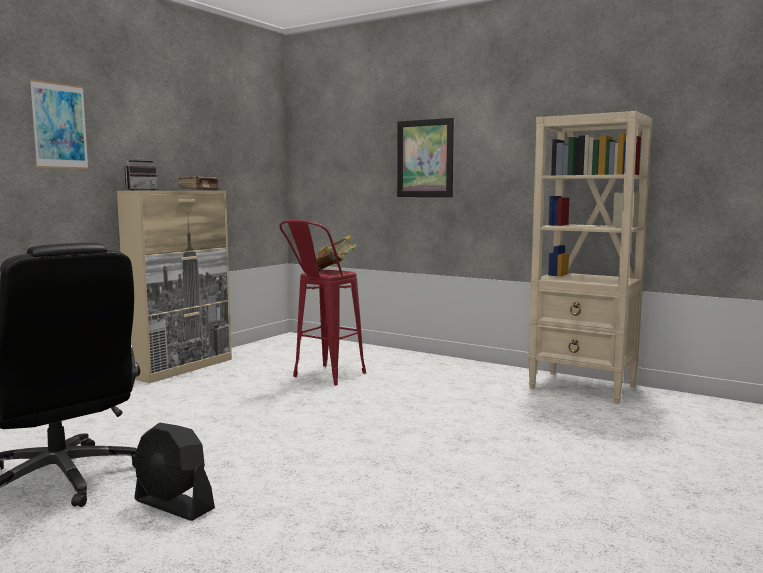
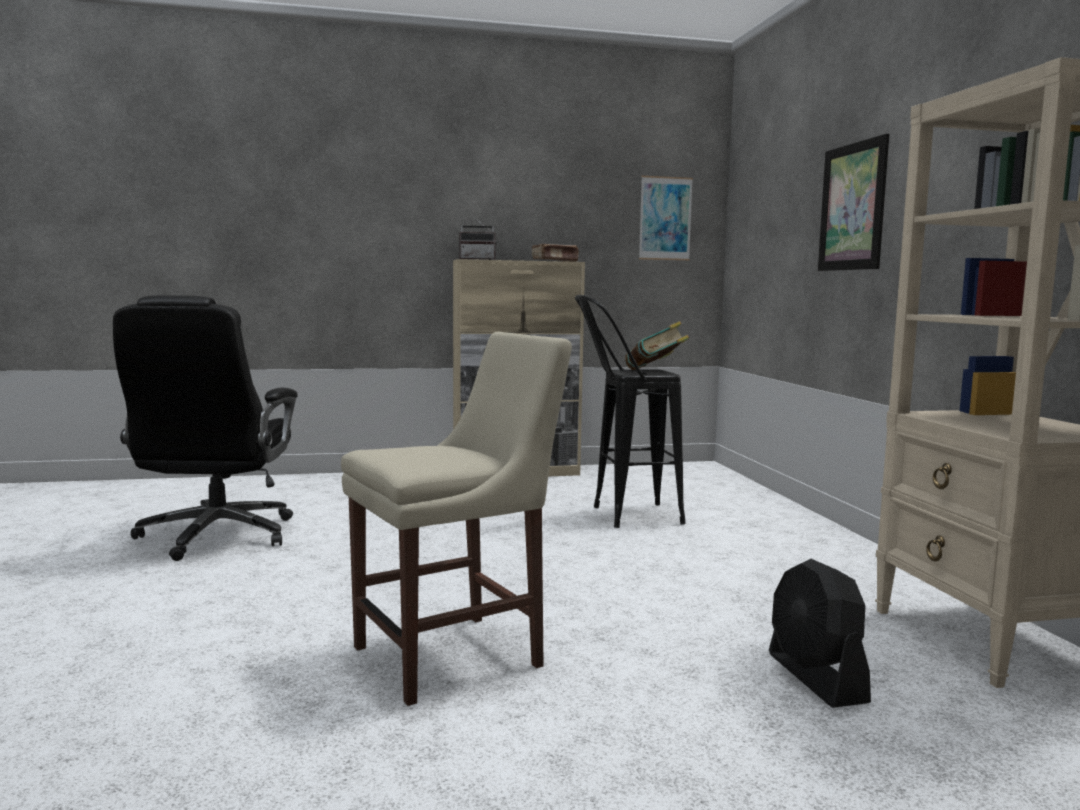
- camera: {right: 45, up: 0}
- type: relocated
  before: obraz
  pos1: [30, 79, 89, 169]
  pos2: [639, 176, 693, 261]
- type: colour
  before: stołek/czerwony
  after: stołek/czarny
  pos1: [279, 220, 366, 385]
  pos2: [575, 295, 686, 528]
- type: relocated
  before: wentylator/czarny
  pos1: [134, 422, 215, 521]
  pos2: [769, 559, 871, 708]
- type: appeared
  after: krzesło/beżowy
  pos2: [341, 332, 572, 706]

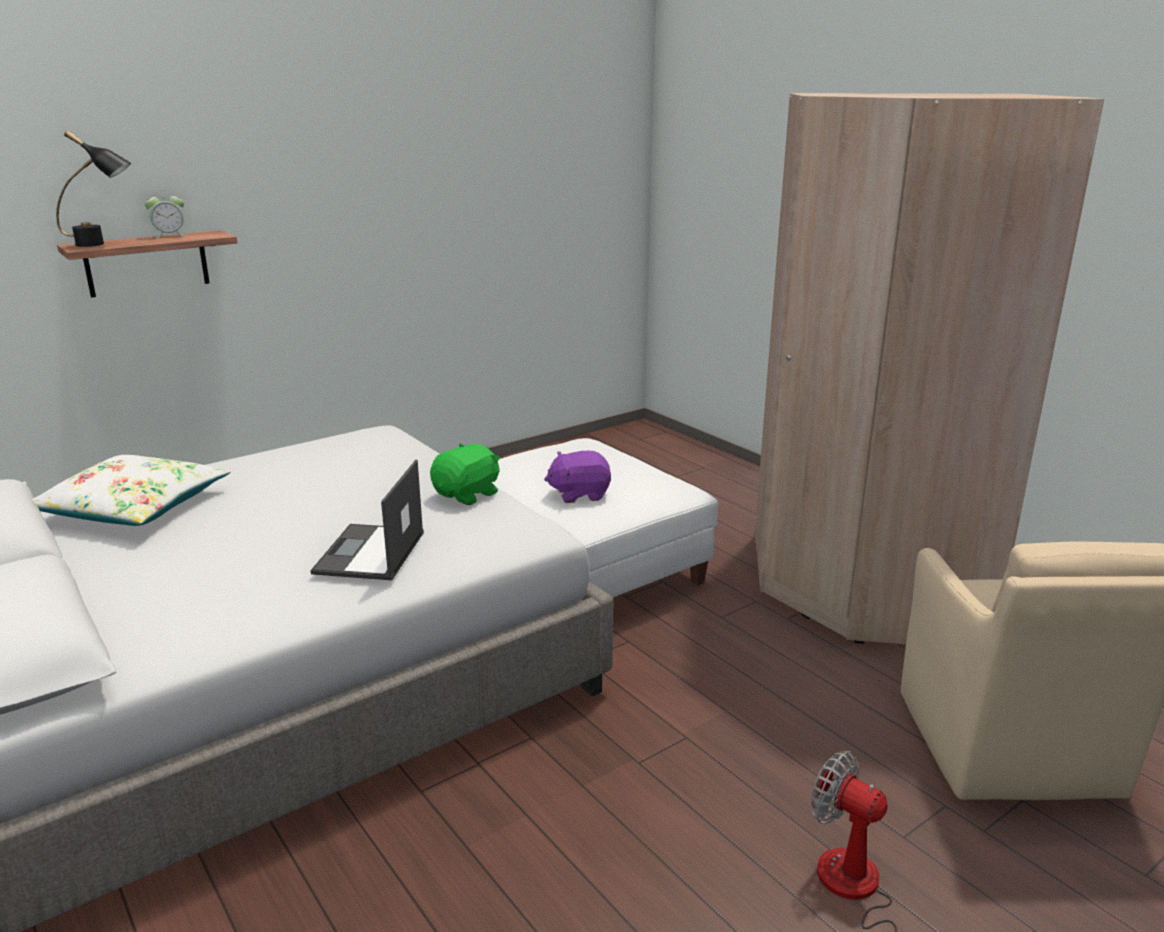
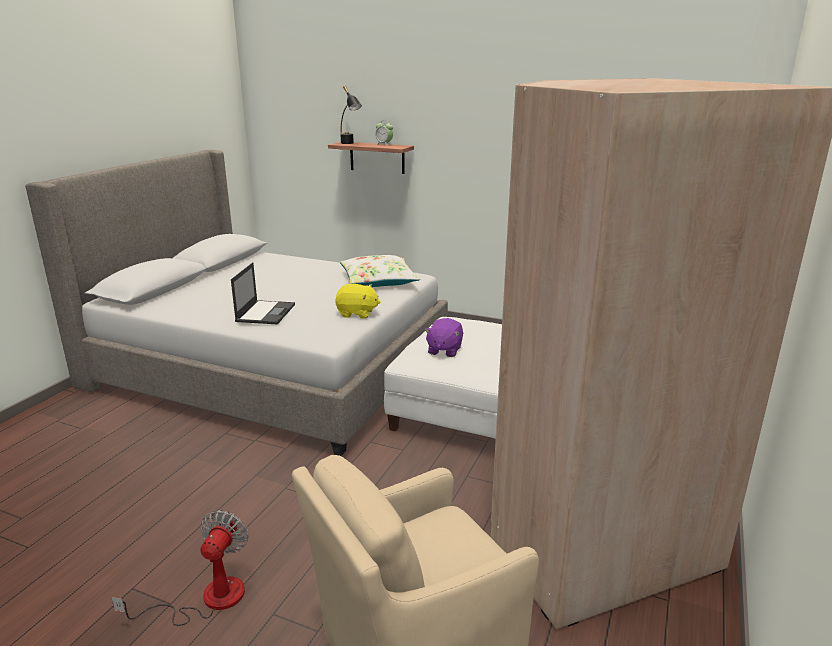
- camera: {right: 60, up: 0}
- type: colour
  before: pluszak/zielony
  after: pluszak/żółty
  pos1: [430, 444, 500, 505]
  pos2: [335, 284, 381, 318]
- type: spun
  before: pluszak/fioletowy
  pos1: [544, 451, 611, 503]
  pos2: [424, 318, 463, 357]
  turn: -120
- type: relocated
  before: poduszka/biały
  pos1: [32, 455, 230, 526]
  pos2: [340, 255, 420, 287]
- type: spun
  before: laptop
  pos1: [310, 459, 424, 580]
  pos2: [231, 262, 295, 325]
  turn: 120

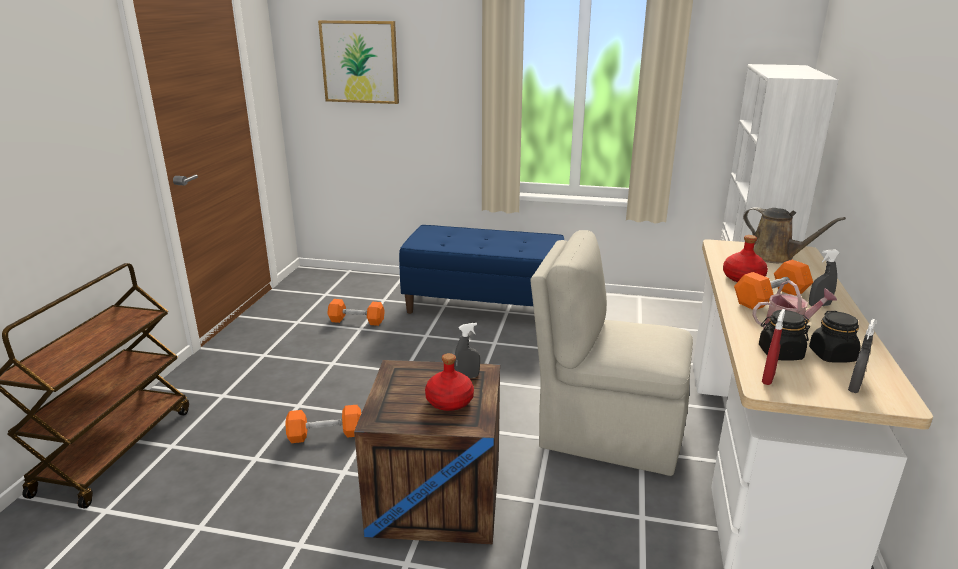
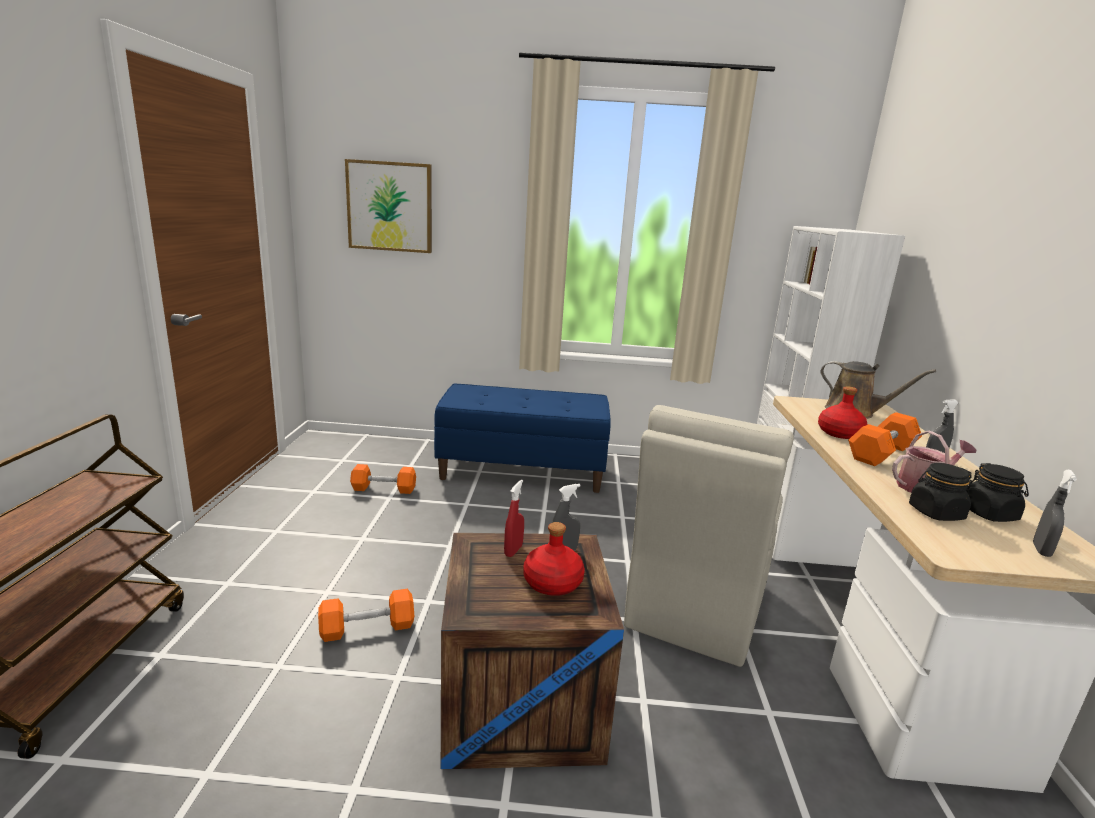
- camera: {right: -10, up: -5}
- type: spun
  before: krzesło/beżowy
  pos1: [530, 230, 693, 476]
  pos2: [624, 405, 794, 667]
  turn: -75
- type: relocated
  before: spryskiwacz/czerwony
  pos1: [762, 309, 785, 385]
  pos2: [504, 480, 524, 557]

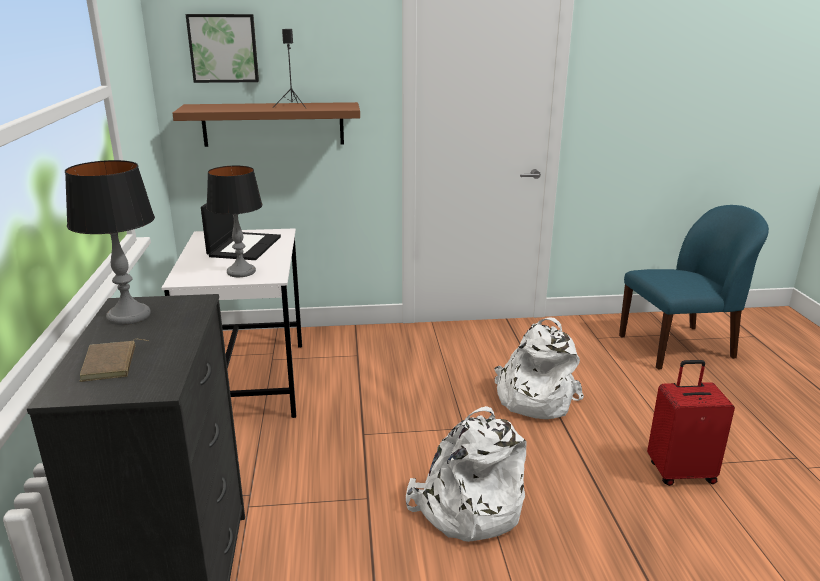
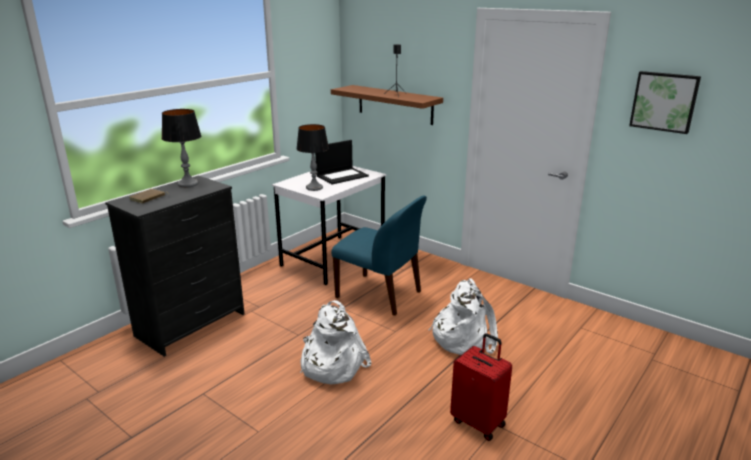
- camera: {right: 45, up: 0}
- type: relocated
  before: obraz
  pos1: [186, 14, 259, 83]
  pos2: [629, 71, 701, 134]
- type: relocated
  before: krzesło/niebieski
  pos1: [619, 205, 769, 370]
  pos2: [331, 196, 427, 316]

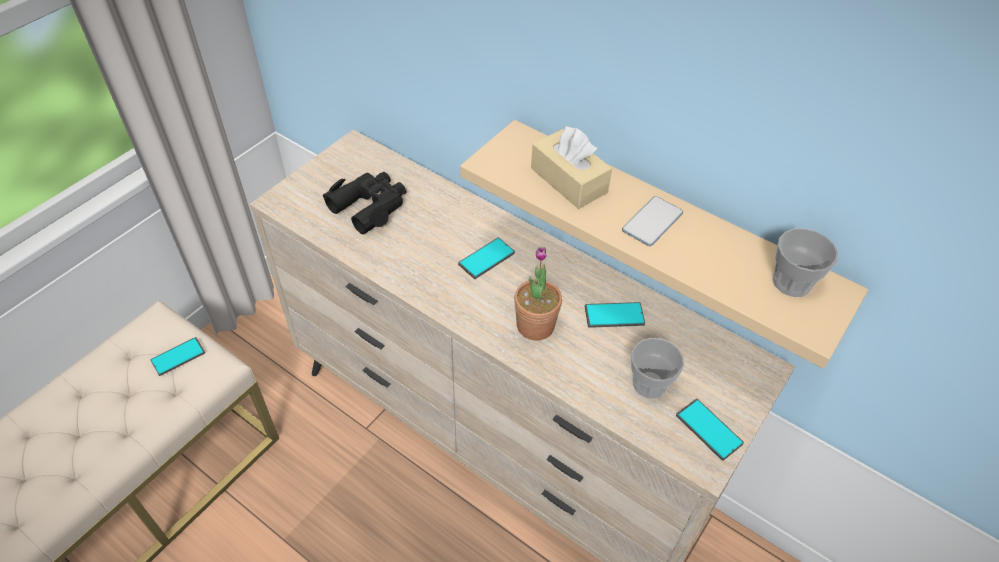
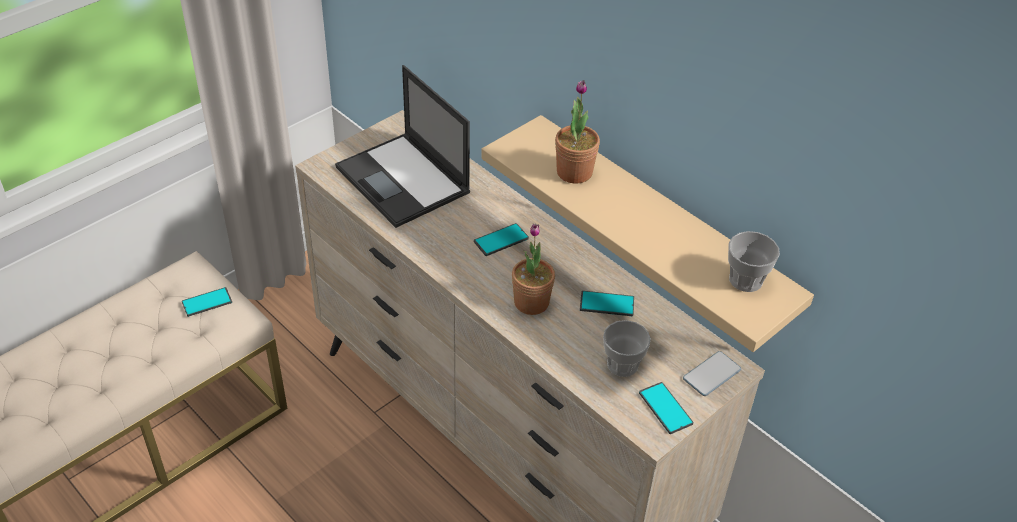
- camera: {right: 10, up: -5}
- type: exchanged
  before: pudełko chusteczek/beżowy
  after: roślina doniczkowa
  pos1: [531, 126, 612, 209]
  pos2: [555, 80, 600, 184]
- type: exchanged
  before: lornetka/czarny
  after: laptop
  pos1: [323, 172, 406, 234]
  pos2: [335, 65, 471, 228]
- type: relocated
  before: telefon
  pos1: [622, 196, 683, 246]
  pos2: [683, 351, 741, 396]

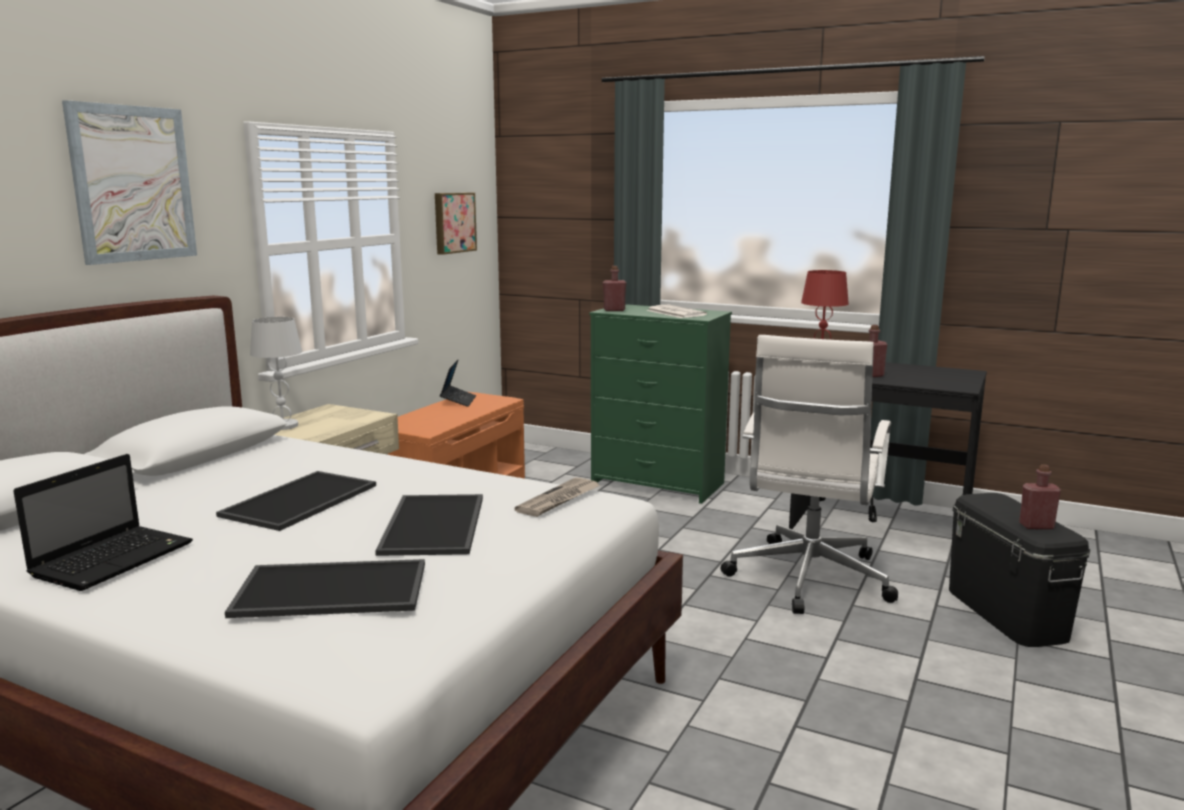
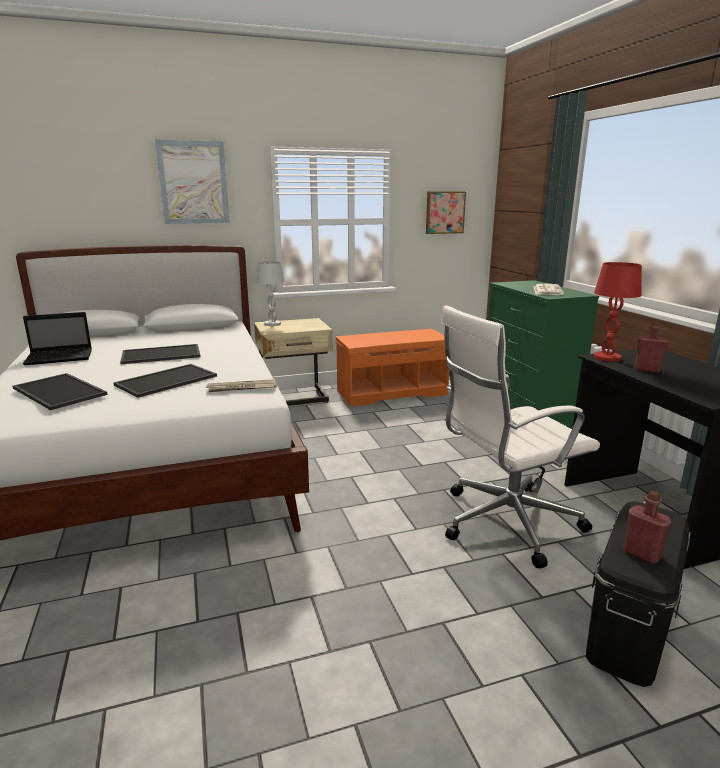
- camera: {right: 45, up: 5}
- type: missing
  before: butelka/czerwony
  pos1: [603, 266, 626, 311]
- type: missing
  before: laptop
  pos1: [440, 359, 476, 407]

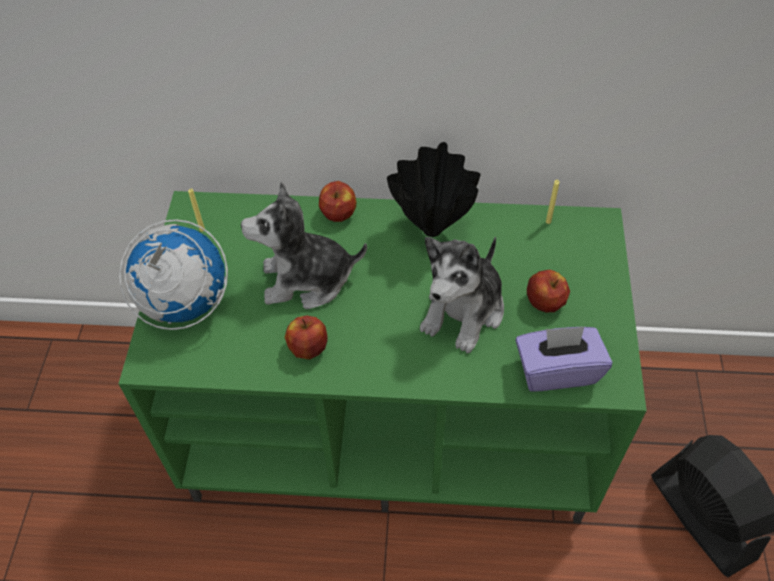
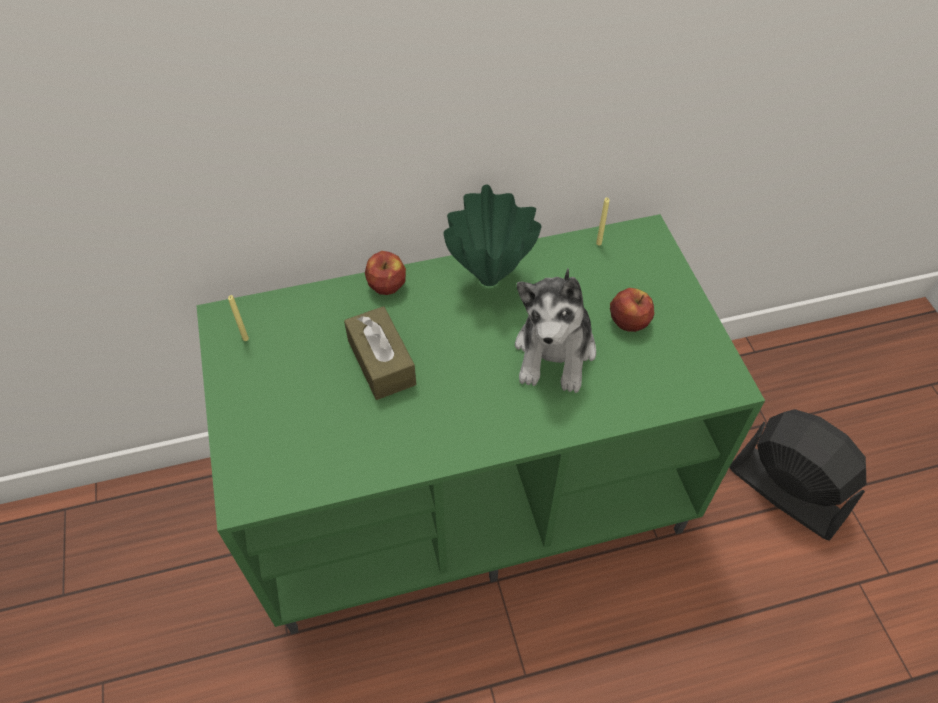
- camera: {right: -20, up: 0}
- type: colour
  before: wazon/czarny
  after: wazon/zielony
  pos1: [387, 142, 481, 237]
  pos2: [443, 184, 541, 286]
- type: exchanged
  before: pluszak
  after: pudełko chusteczek/brązowy
  pos1: [241, 182, 367, 309]
  pos2: [344, 306, 416, 400]
- type: missing
  before: globus
  pos1: [119, 219, 228, 330]
- type: missing
  before: jabłko
  pos1: [285, 315, 328, 360]
- type: missing
  before: pudełko chusteczek/fioletowy
  pos1: [515, 327, 612, 392]

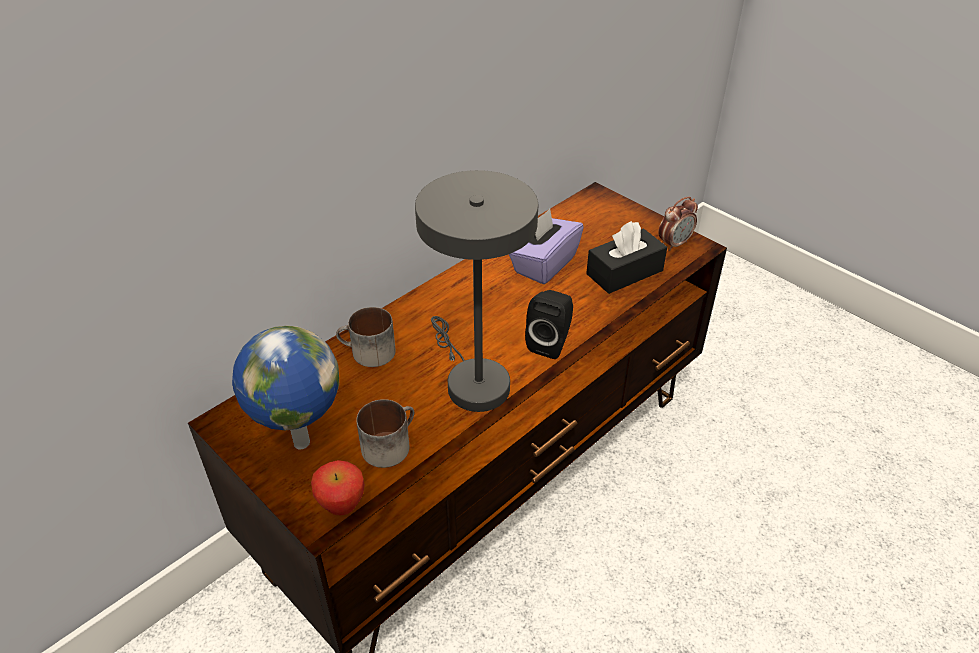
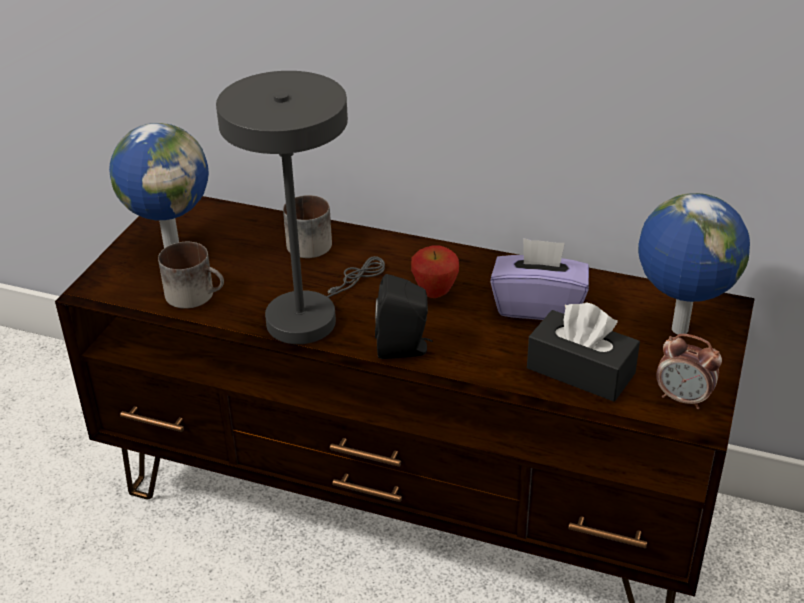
- camera: {right: 65, up: -5}
- type: relocated
  before: jabłko
  pos1: [311, 460, 365, 515]
  pos2: [411, 246, 459, 298]
- type: appeared
  after: globus
  pos2: [638, 193, 750, 334]

